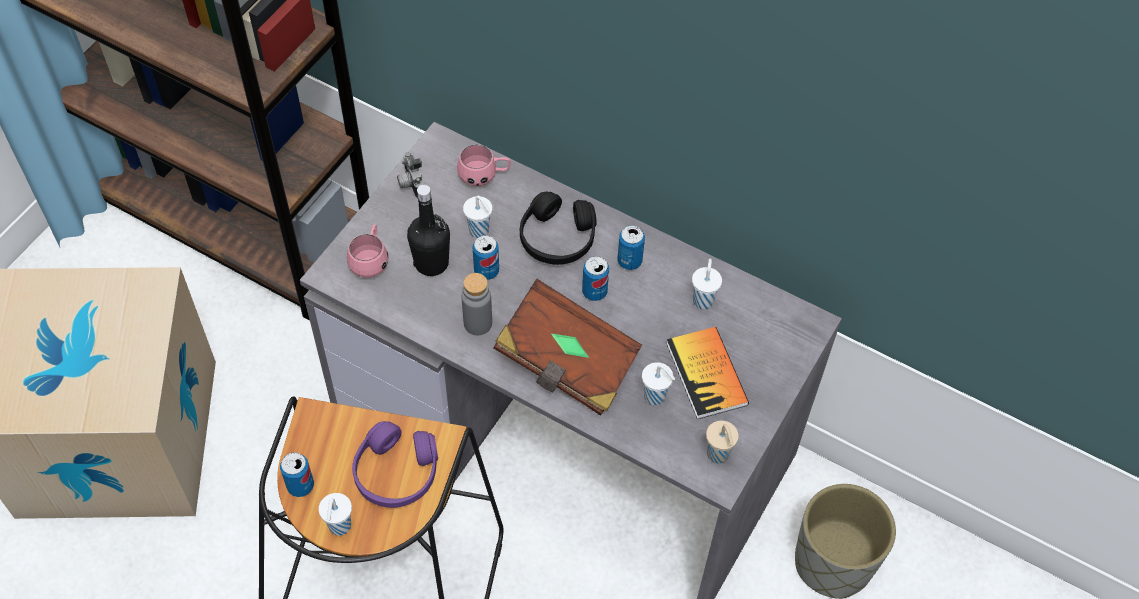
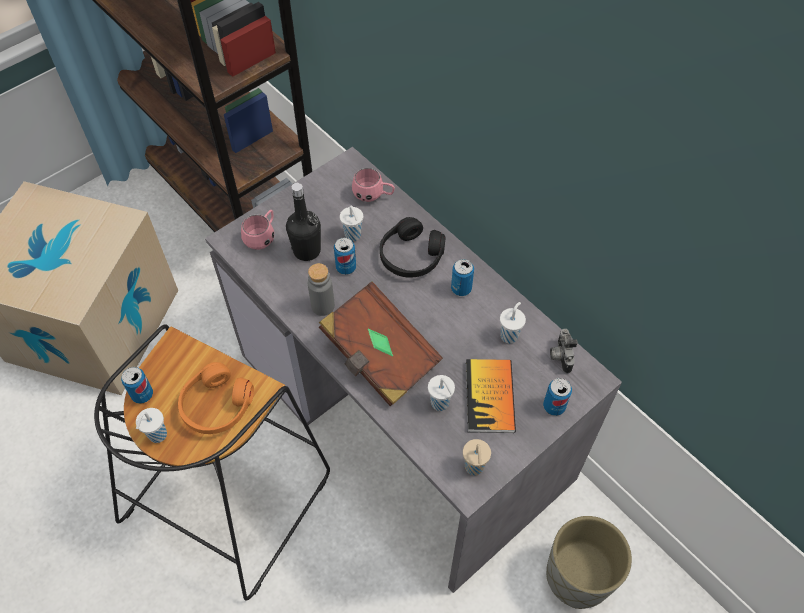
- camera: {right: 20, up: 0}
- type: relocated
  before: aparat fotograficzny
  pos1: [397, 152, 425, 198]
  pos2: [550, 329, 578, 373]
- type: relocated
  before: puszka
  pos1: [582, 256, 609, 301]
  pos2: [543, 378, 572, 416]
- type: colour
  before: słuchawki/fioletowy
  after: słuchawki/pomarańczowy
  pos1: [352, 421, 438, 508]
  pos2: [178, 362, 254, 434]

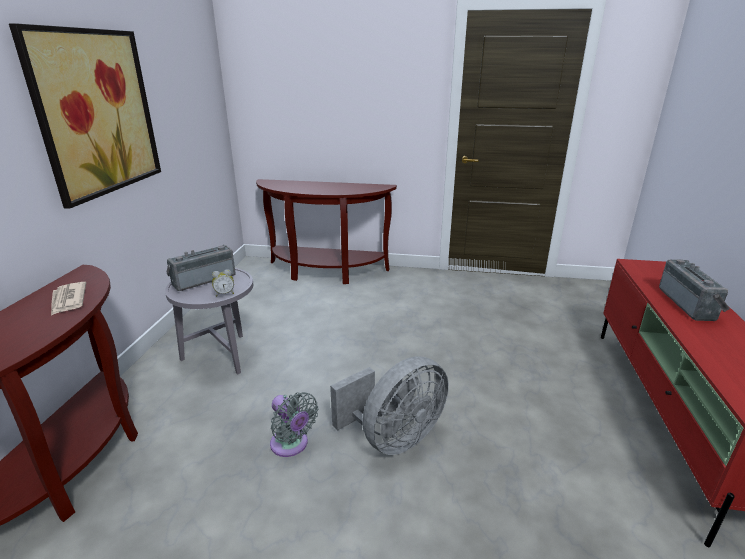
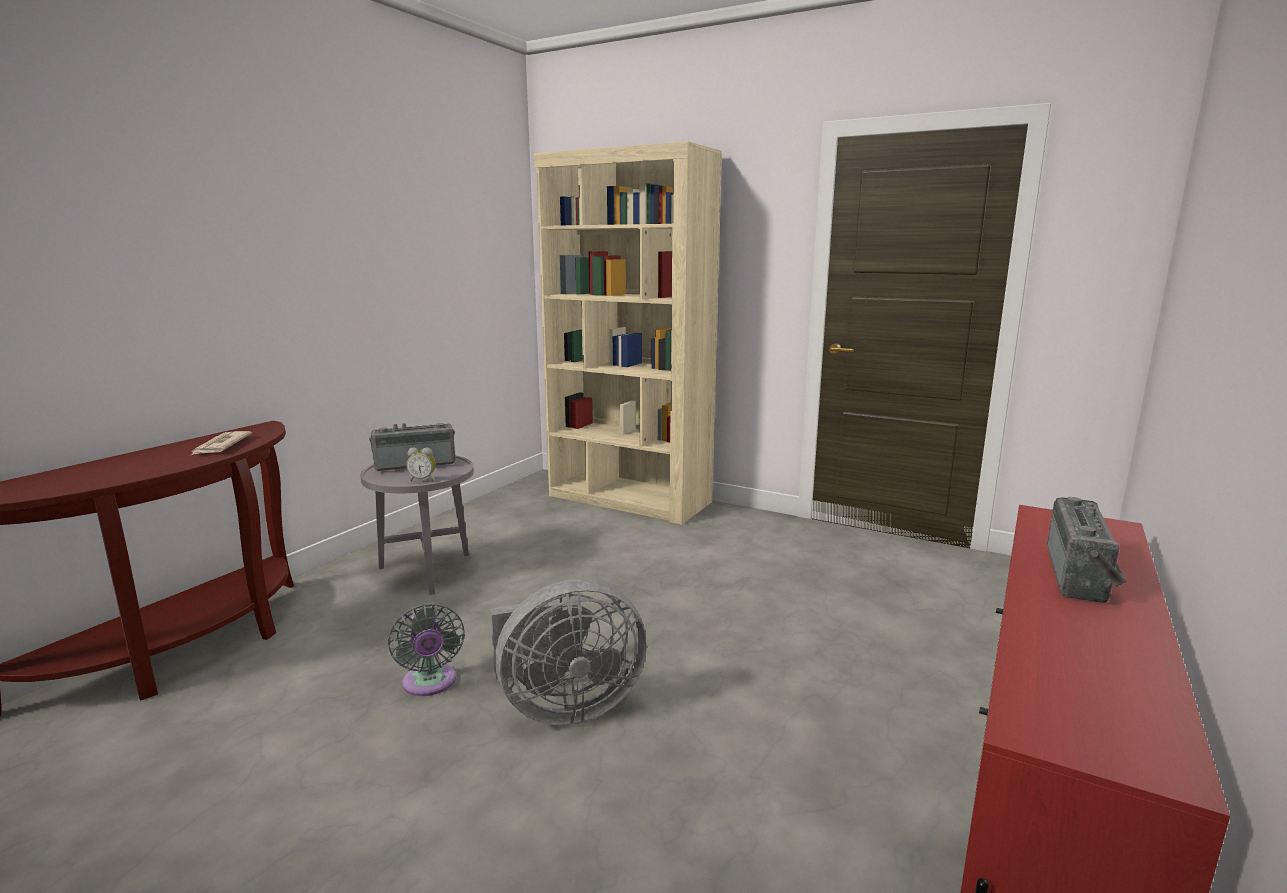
- camera: {right: 20, up: -10}
- type: missing
  before: obraz
  pos1: [9, 23, 161, 209]
- type: exchanged
  before: stolik konsolowy/brązowy
  after: regał/beżowy
  pos1: [256, 179, 397, 284]
  pos2: [534, 141, 722, 525]

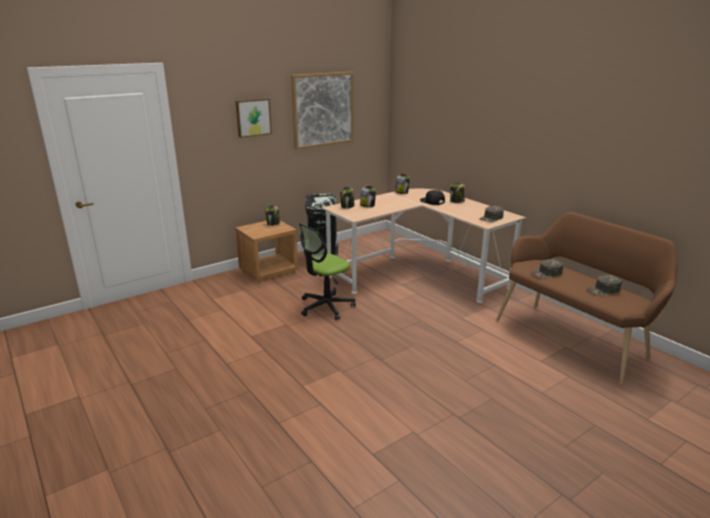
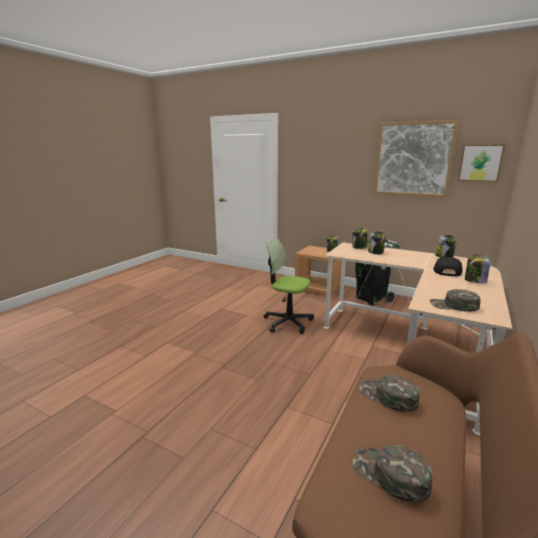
- camera: {right: 65, up: -5}
- type: relocated
  before: obraz
  pos1: [235, 98, 272, 138]
  pos2: [458, 144, 505, 182]

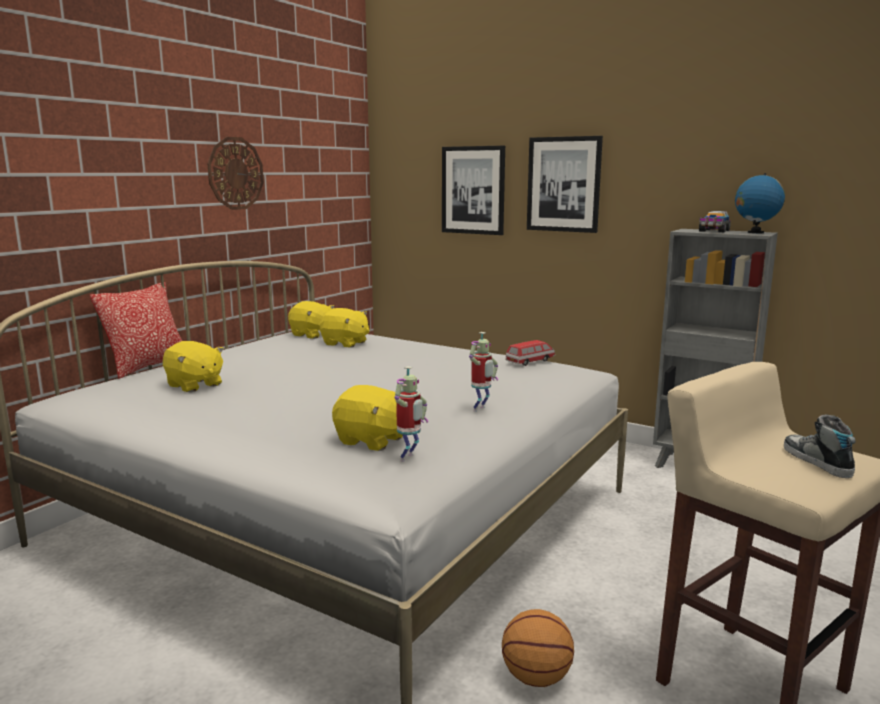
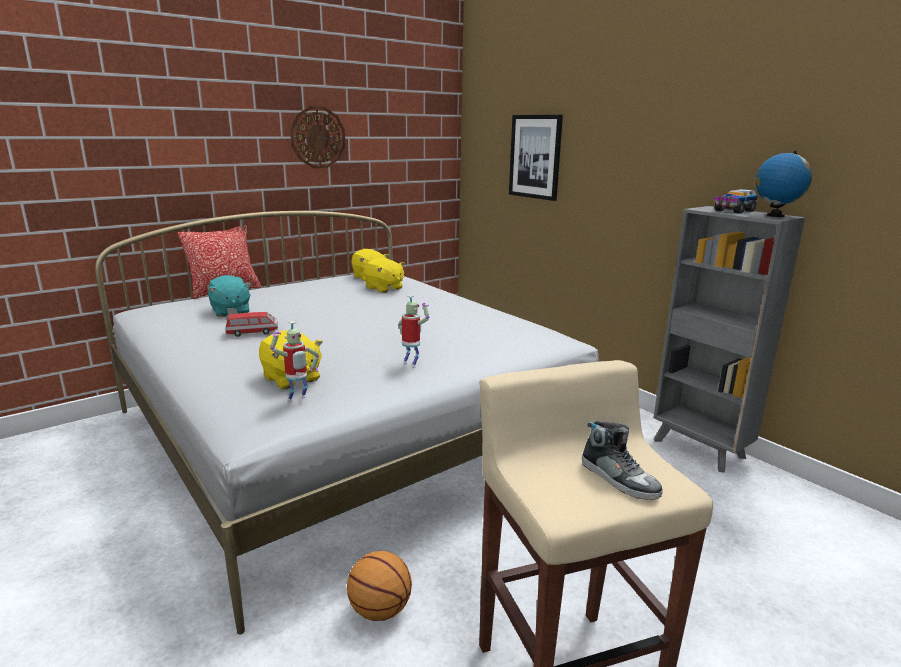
- camera: {right: 20, up: 5}
- type: missing
  before: obraz
  pos1: [527, 136, 603, 233]
- type: spun
  before: robot zabawkowy
  pos1: [469, 332, 498, 412]
  pos2: [398, 295, 429, 368]
  turn: -105
- type: relocated
  before: samochodzik
  pos1: [506, 340, 555, 366]
  pos2: [225, 312, 278, 337]
- type: colour
  before: pluszak/żółty
  after: pluszak/turkusowy
  pos1: [163, 341, 224, 392]
  pos2: [208, 275, 251, 317]
- type: spun
  before: but
  pos1: [784, 415, 856, 478]
  pos2: [582, 421, 663, 500]
  turn: 135

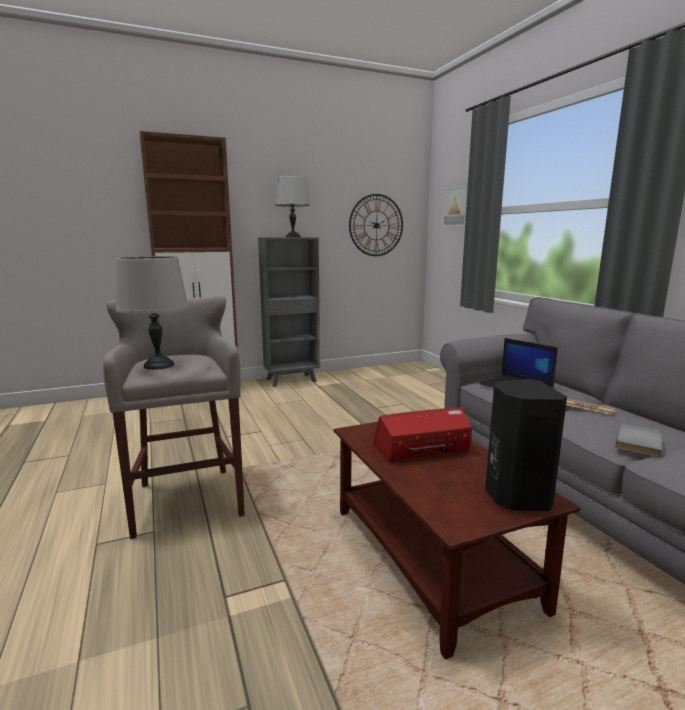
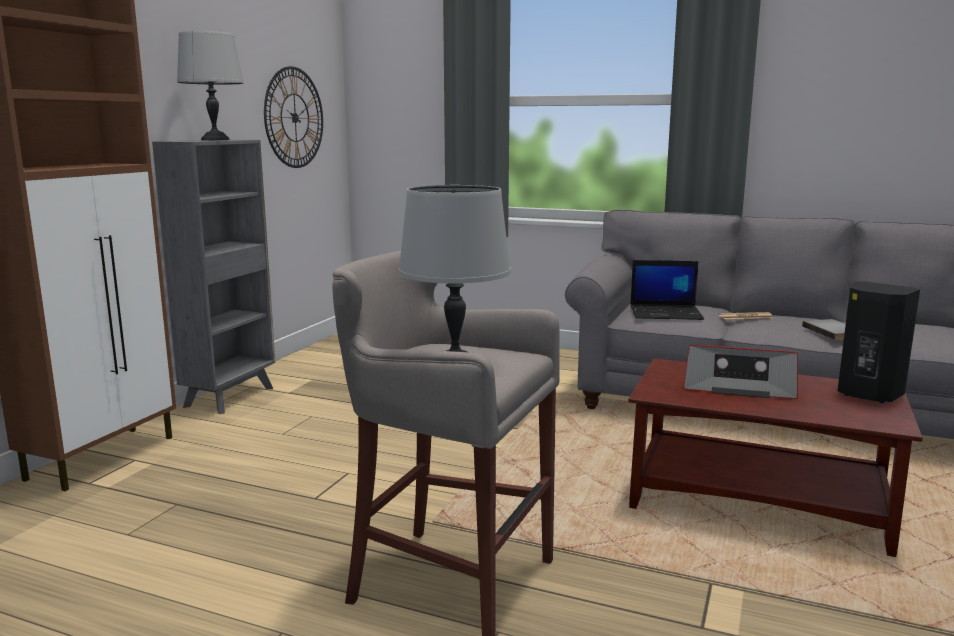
- camera: {right: -45, up: 0}
- type: missing
  before: obraz
  pos1: [443, 185, 468, 227]
- type: spun
  before: radio
  pos1: [373, 408, 472, 461]
  pos2: [683, 345, 798, 399]
  turn: -105

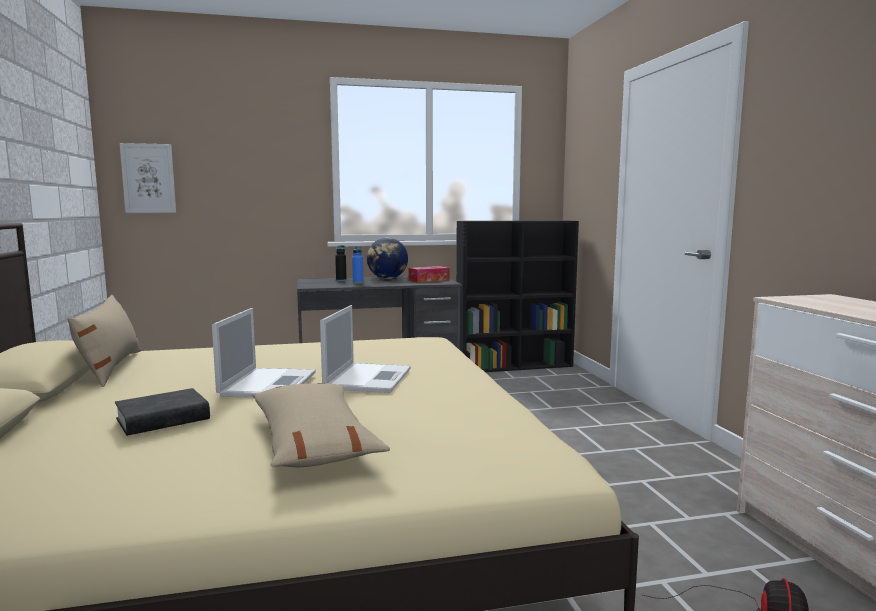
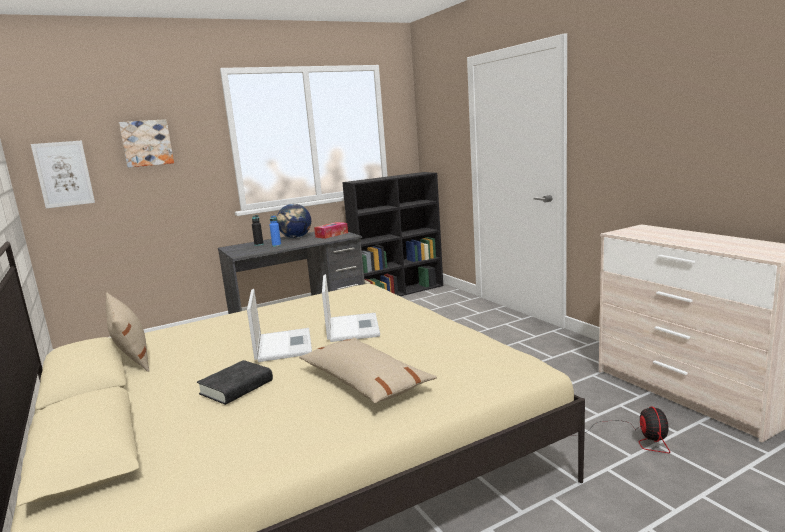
- camera: {right: -15, up: 5}
- type: appeared
  after: obraz
  pos2: [119, 119, 174, 168]

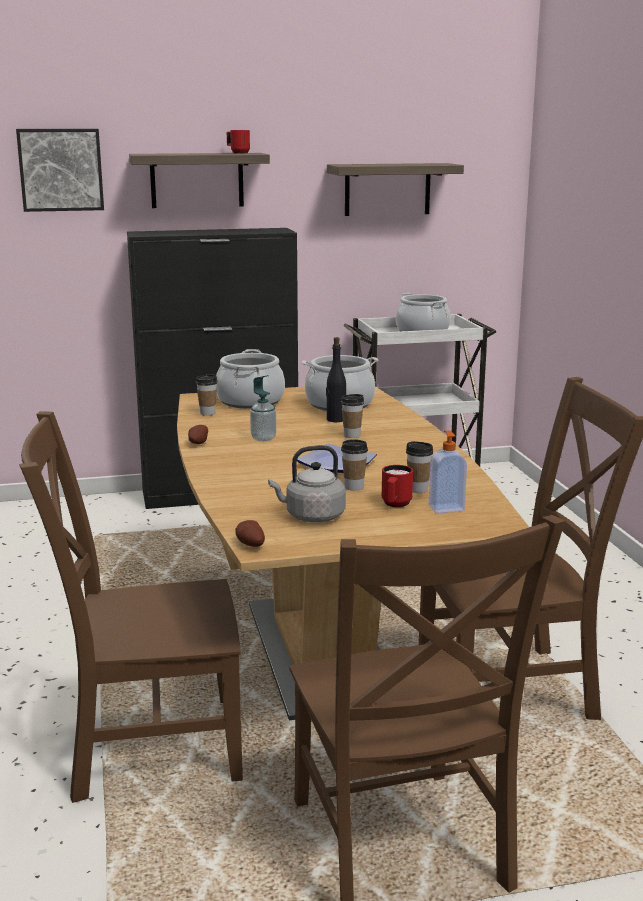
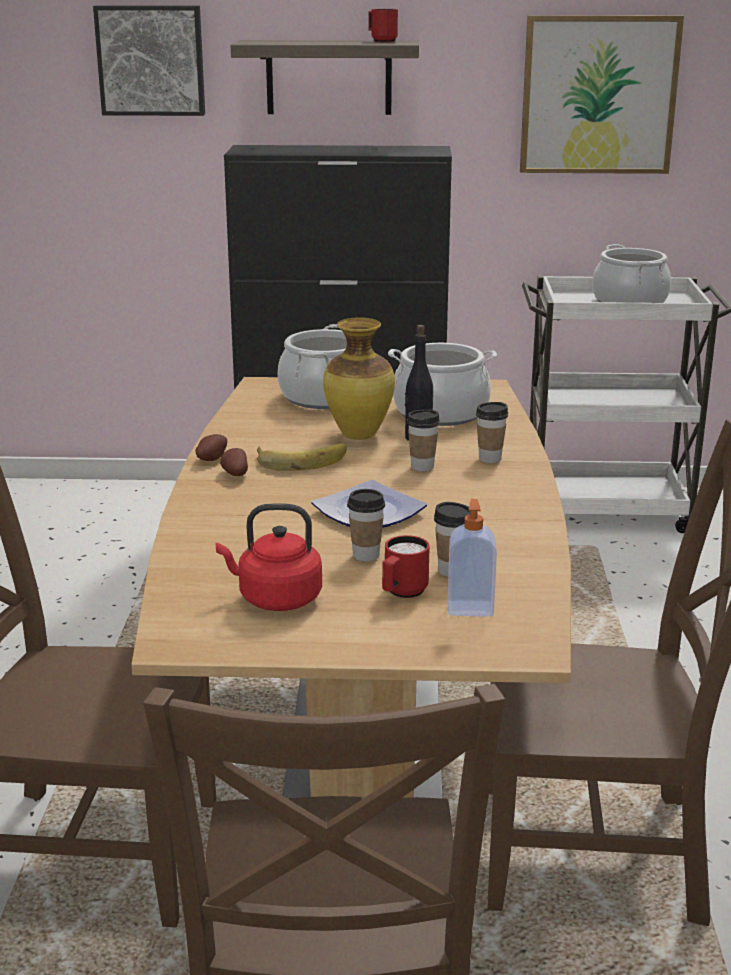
- camera: {right: 15, up: 5}
- type: exchanged
  before: półka
  after: obraz
  pos1: [327, 163, 464, 216]
  pos2: [520, 15, 684, 174]
- type: relocated
  before: filiżanka
  pos1: [196, 374, 218, 416]
  pos2: [476, 402, 508, 463]
- type: exchanged
  before: dozownik mydła
  after: banan
  pos1: [250, 375, 276, 441]
  pos2: [257, 444, 347, 471]
- type: colour
  before: czajnik/szary
  after: czajnik/czerwony
  pos1: [268, 445, 346, 522]
  pos2: [216, 503, 322, 611]
- type: relocated
  before: ziemniak
  pos1: [235, 520, 265, 547]
  pos2: [220, 448, 248, 476]
- type: appeared
  after: wazon
  pos2: [323, 317, 395, 440]

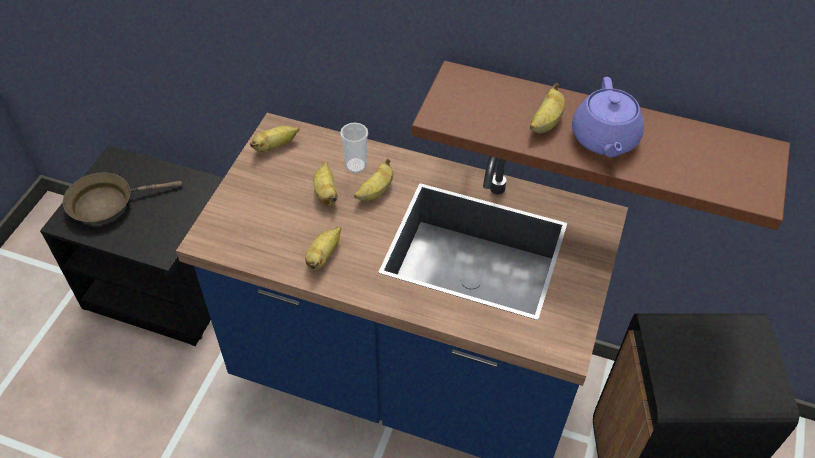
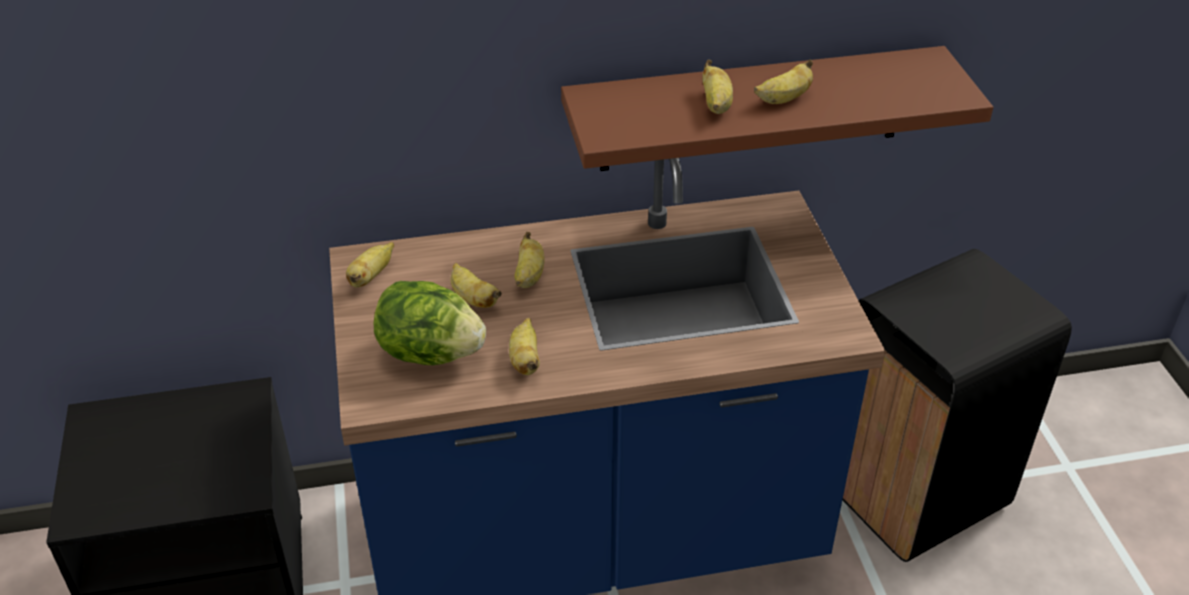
- camera: {right: -30, up: -10}
- type: exchanged
  before: imbryk/fioletowy
  after: banan
  pos1: [572, 77, 644, 157]
  pos2: [754, 60, 813, 104]
- type: missing
  before: filiżanka
  pos1: [340, 122, 368, 173]
- type: missing
  before: patelnia/brązowy
  pos1: [63, 173, 182, 224]
- type: appeared
  after: sałata
  pos2: [374, 281, 486, 365]

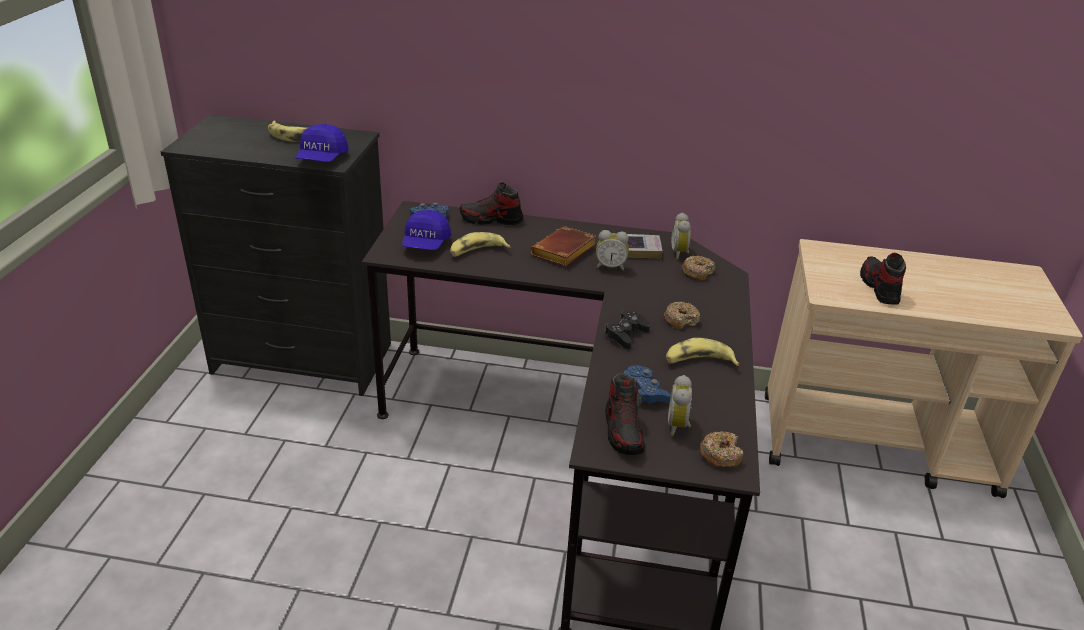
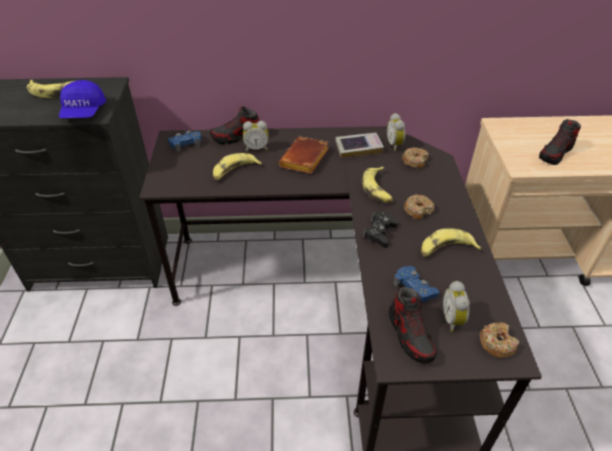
- camera: {right: -10, up: 10}
- type: missing
  before: czapka z daszkiem/niebieski
  pos1: [402, 210, 451, 250]
- type: relocated
  before: budzik
  pos1: [596, 230, 629, 271]
  pos2: [243, 121, 269, 152]
- type: spun
  before: but
  pos1: [860, 253, 906, 305]
  pos2: [539, 119, 581, 165]
  turn: -120
- type: appeared
  after: banan
  pos2: [362, 167, 393, 203]

